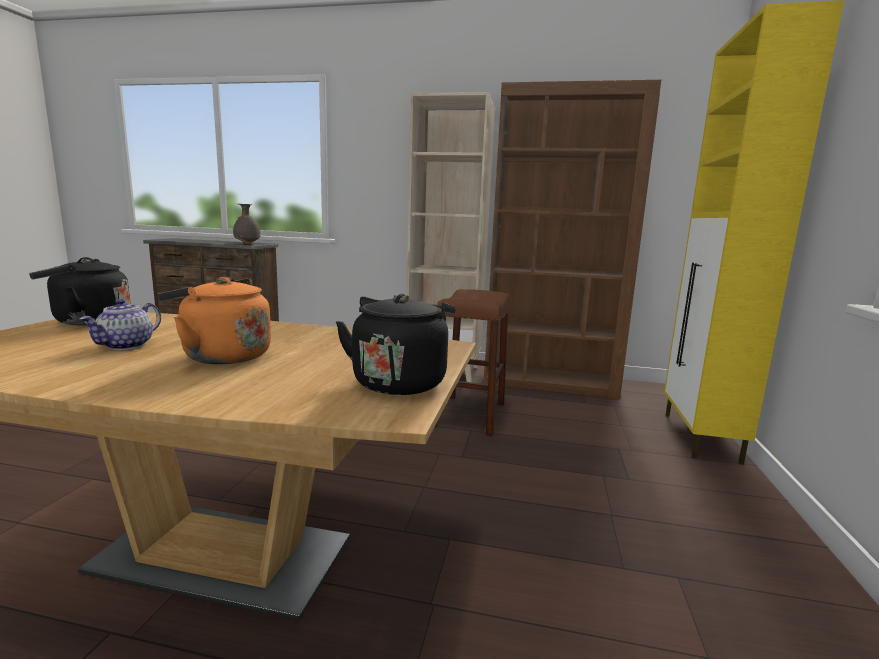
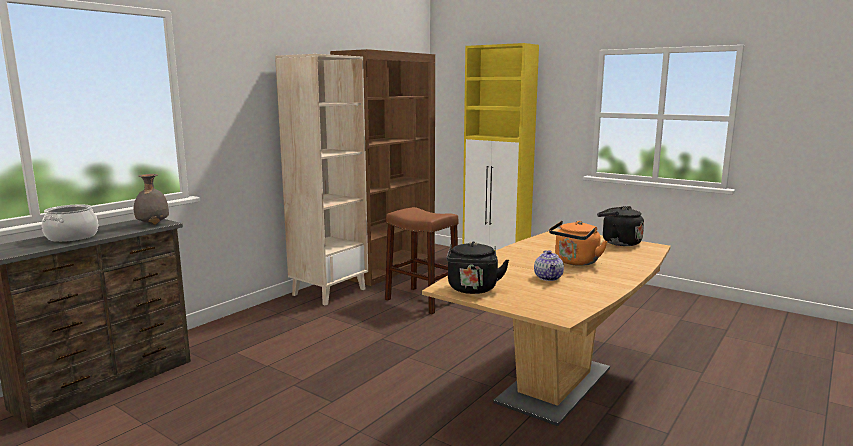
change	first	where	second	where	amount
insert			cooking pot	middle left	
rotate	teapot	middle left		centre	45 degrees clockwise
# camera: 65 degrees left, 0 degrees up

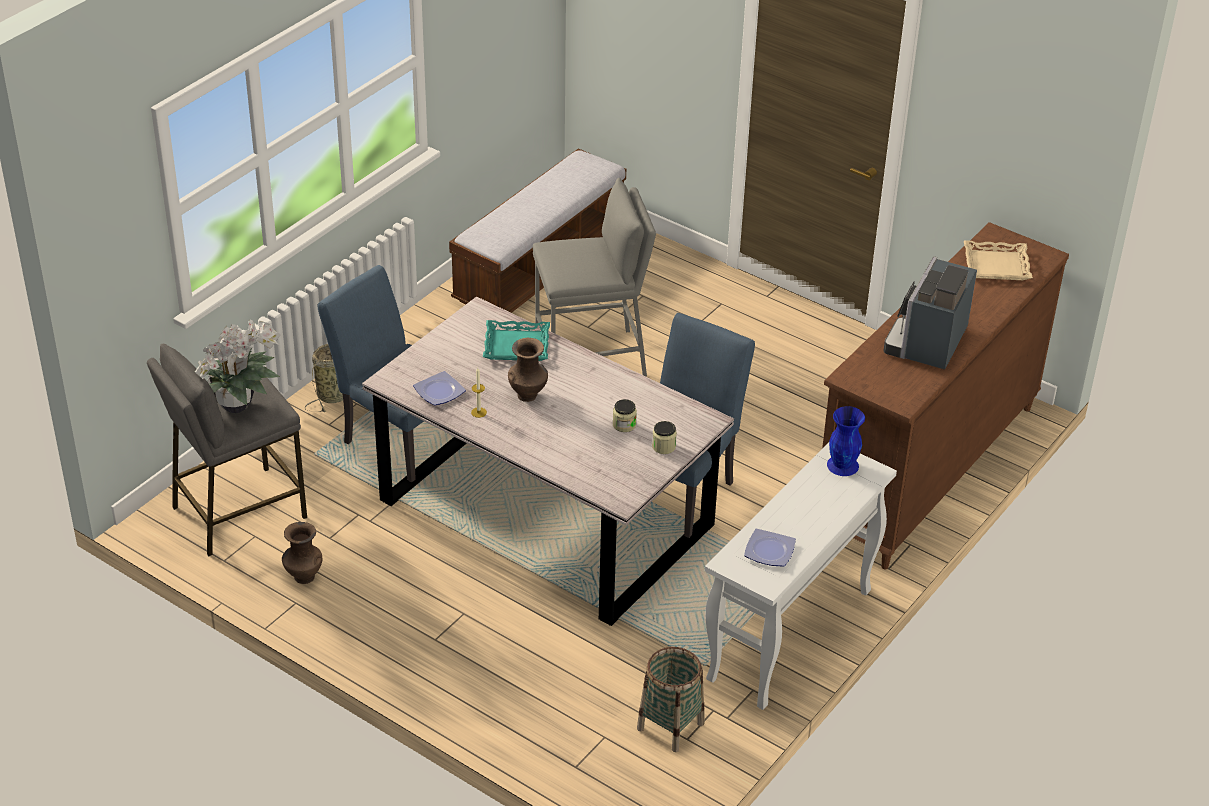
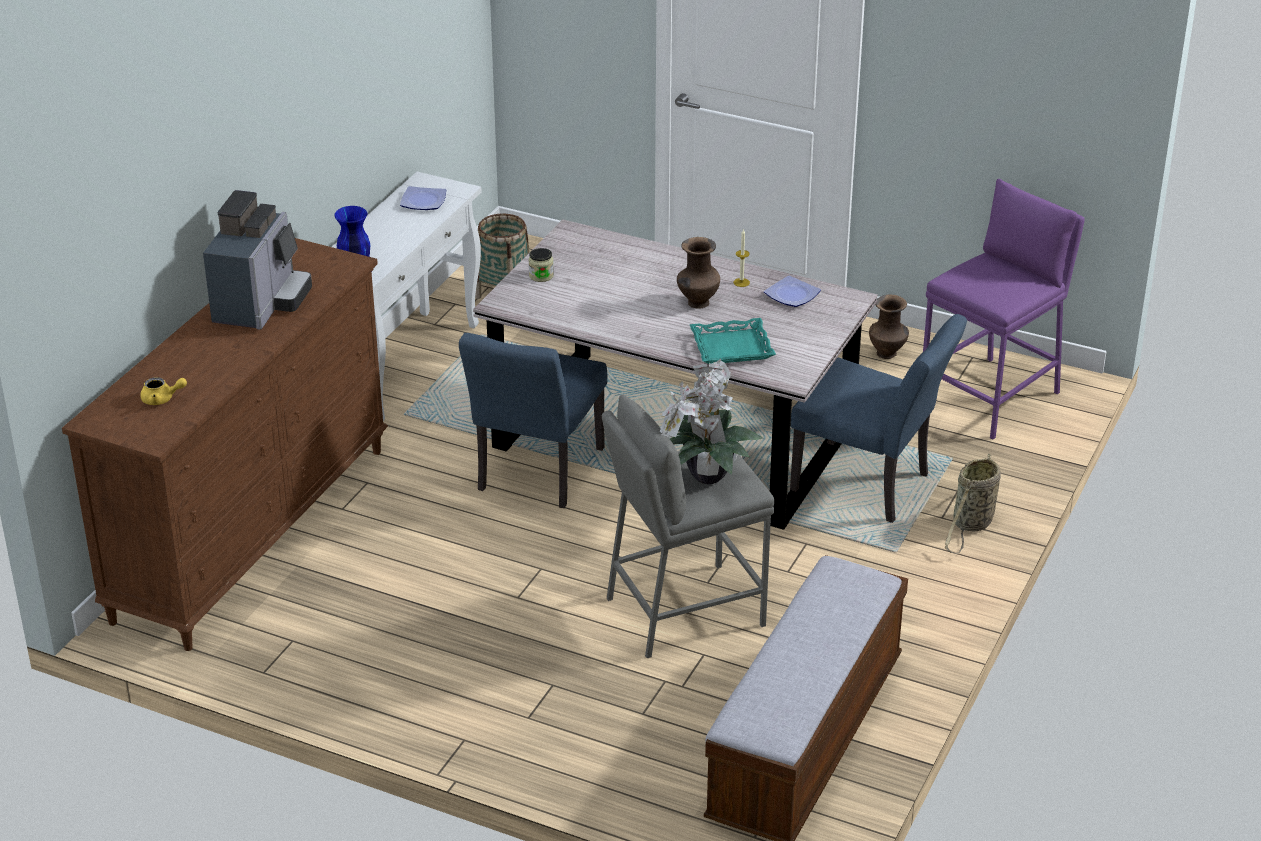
change	first	where	second	where	amount
delete	jar (1st from left)	centre			
move	potted plant	middle left		centre	
replace	beige tray	top right	yellow teapot	middle left	
recolor	grey stool (1st from left)	middle left	purple stool	middle right	
# camera: 170 degrees right, 5 degrees down

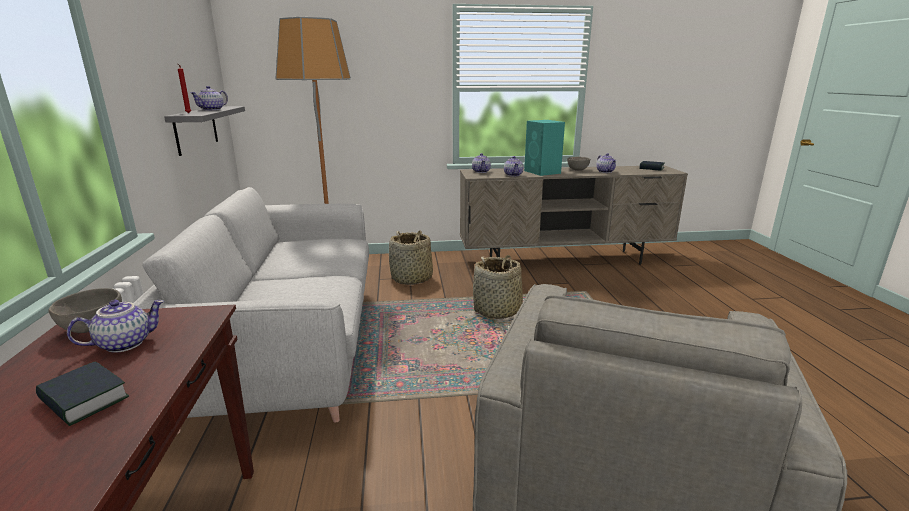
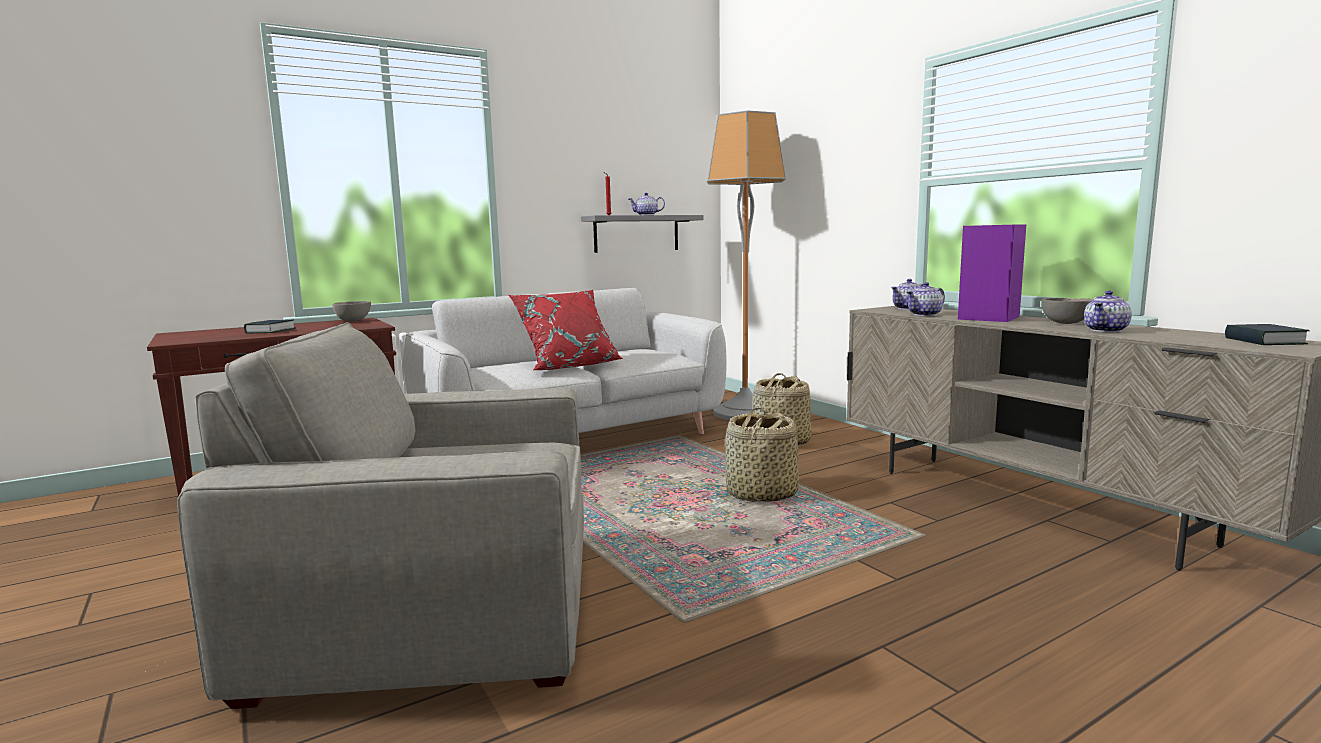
change	first	where	second	where	amount
delete	teapot (1st from left)	middle left			
insert			red pillow	centre	
recolor	turquoise speaker	top centre	purple speaker	middle right	
# camera: 65 degrees right, 10 degrees down

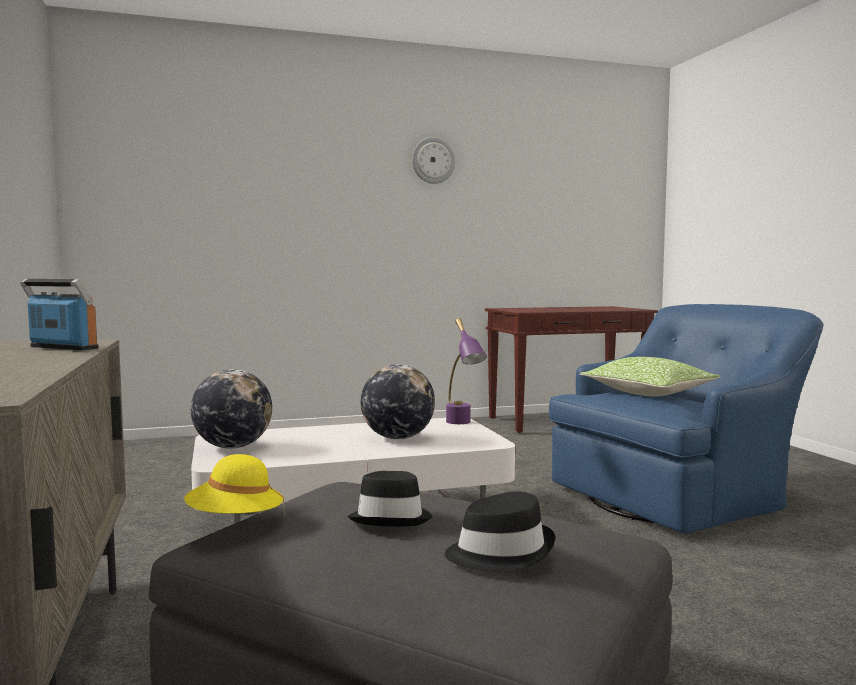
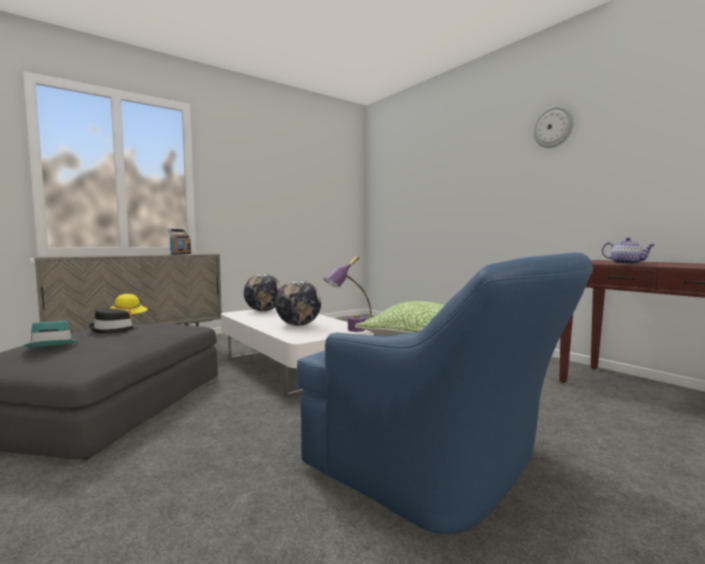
change	first	where	second	where	amount
insert			teapot	middle right	
recolor	black hat (2nd from left)	bottom centre	turquoise hat	middle left	
# camera: 70 degrees right, 0 degrees up

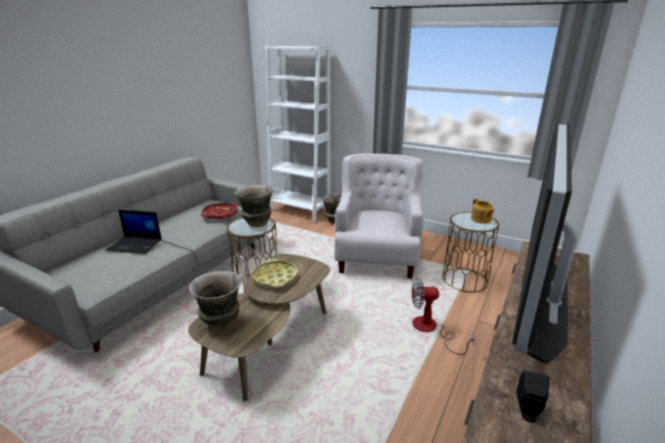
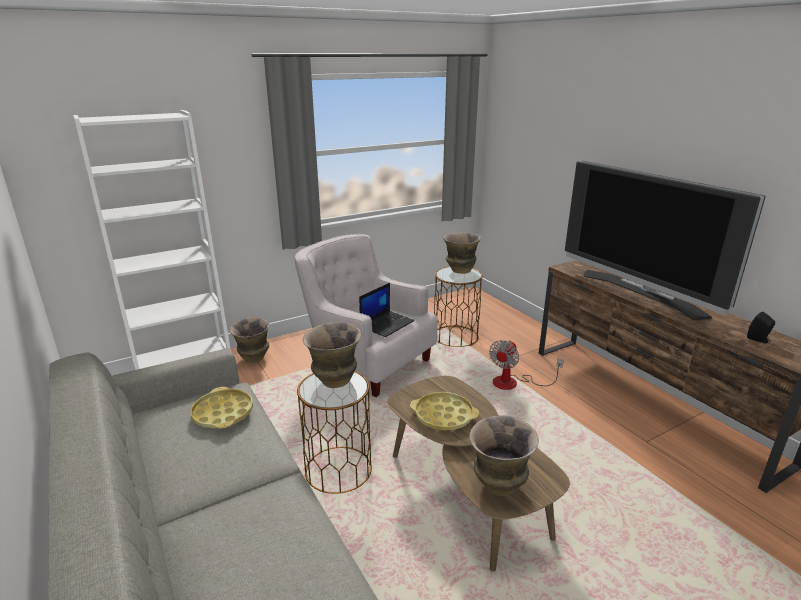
change	first	where	second	where	amount
move	laptop	middle left		centre	
replace	teapot	middle right	vase (3rd from left)	centre	
recolor	red tray	middle left	yellow tray (1st from left)	bottom left	
# camera: 60 degrees left, 0 degrees up

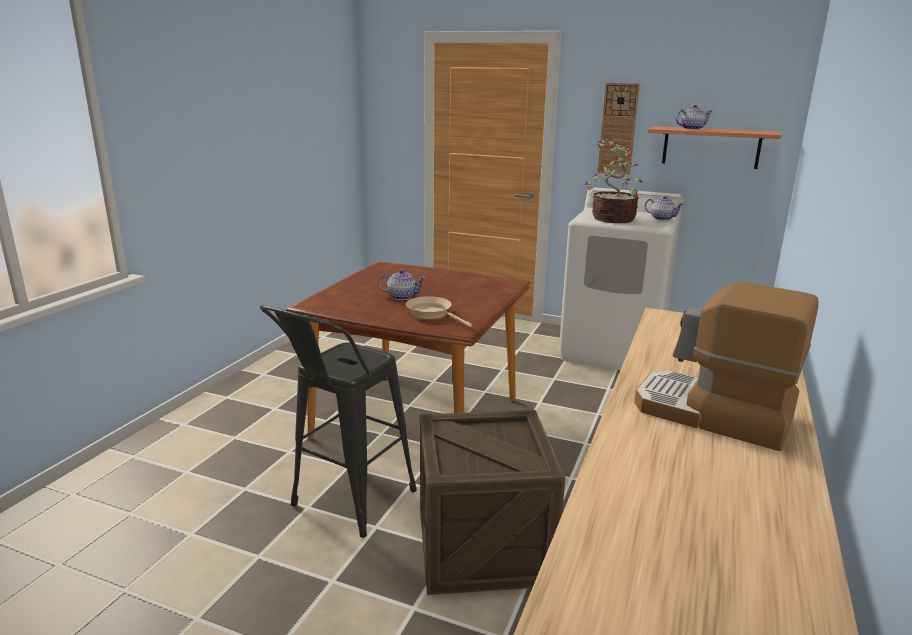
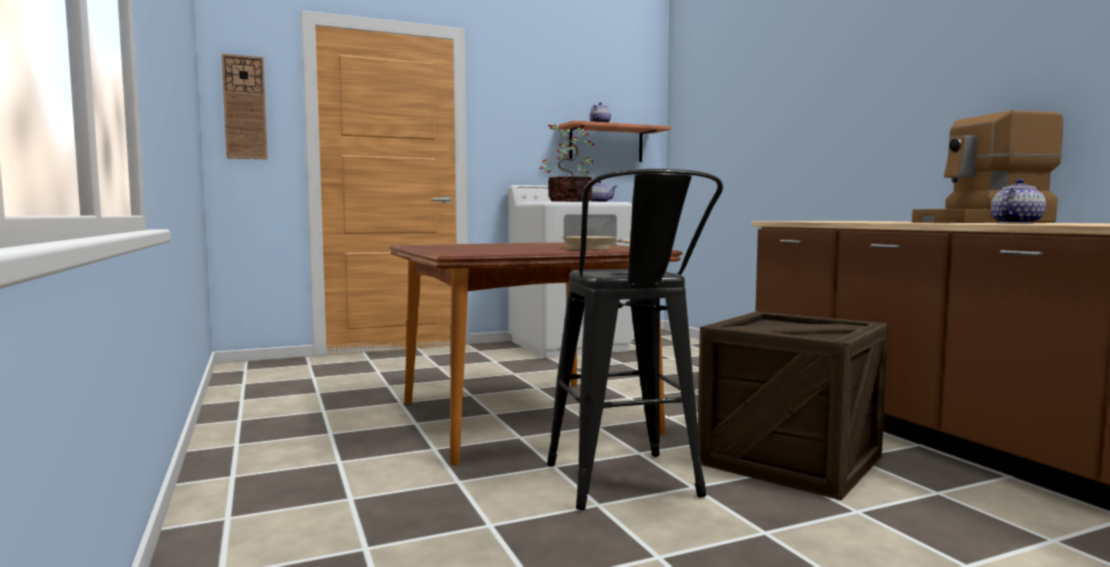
change	first	where	second	where	amount
move	teapot (1st from left in the first image)	centre	teapot (3rd from left)	middle right	
move	wall clock	top right		top left	
# camera: 45 degrees left, 15 degrees down

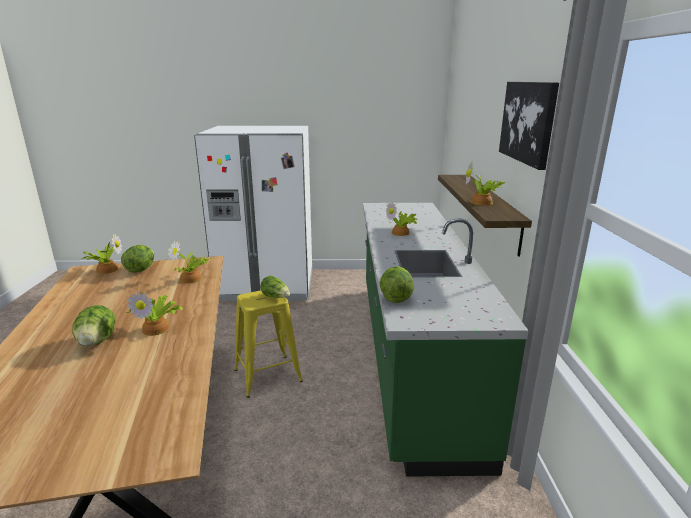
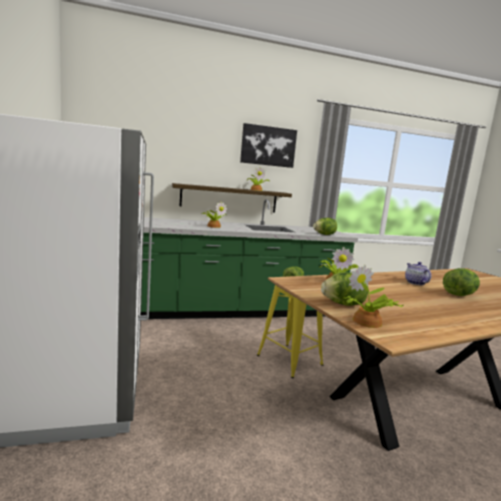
change	first	where	second	where	amount
replace	potted plant (2nd from left)	middle left	teapot	middle right	
# camera: 105 degrees left, 10 degrees down

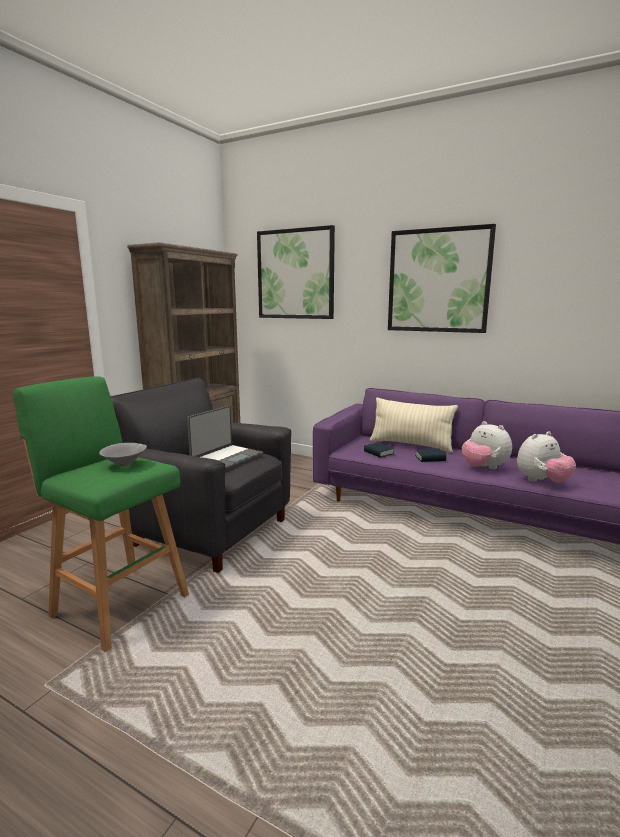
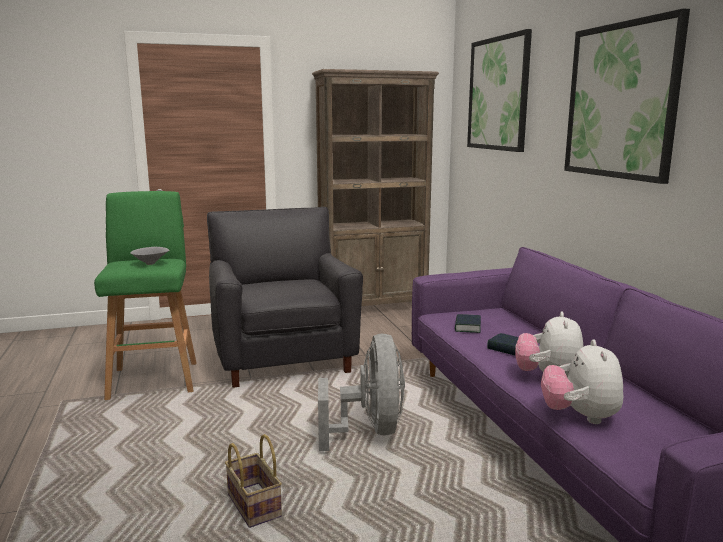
change	first	where	second	where	amount
delete	laptop	centre			
delete	beige pillow	middle right			
insert			basket	bottom centre	
insert			grey fan	bottom centre	
rotate	plush toy (2nd from left)	middle right		bottom right	75 degrees clockwise
# camera: 45 degrees right, 0 degrees up

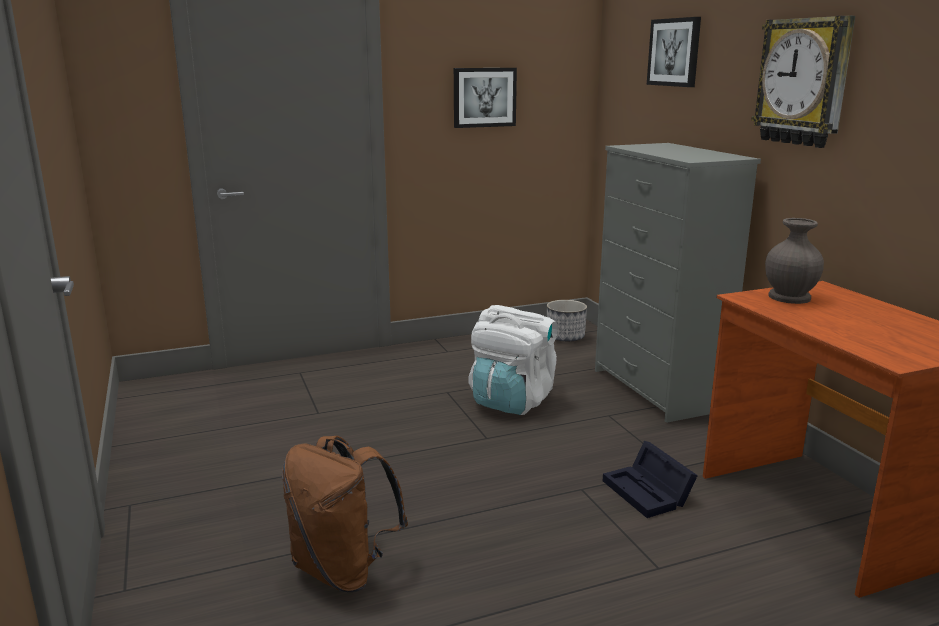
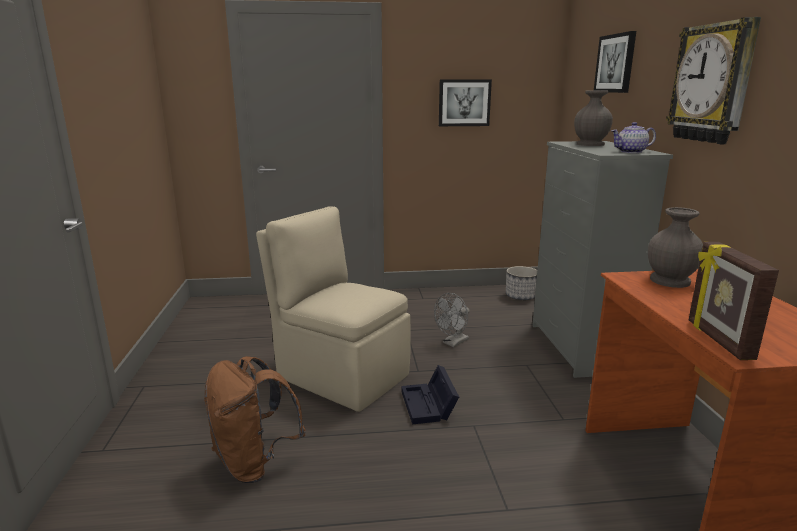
change	first	where	second	where	amount
insert			beige chair	centre	
insert			grey vase (1st from left)	top right	
insert			teapot	top right	
insert			picture frame	middle right	
move	black storage box	bottom right		bottom centre	
replace	white backpack	centre	grey fan	centre	
# camera: 15 degrees right, 0 degrees up

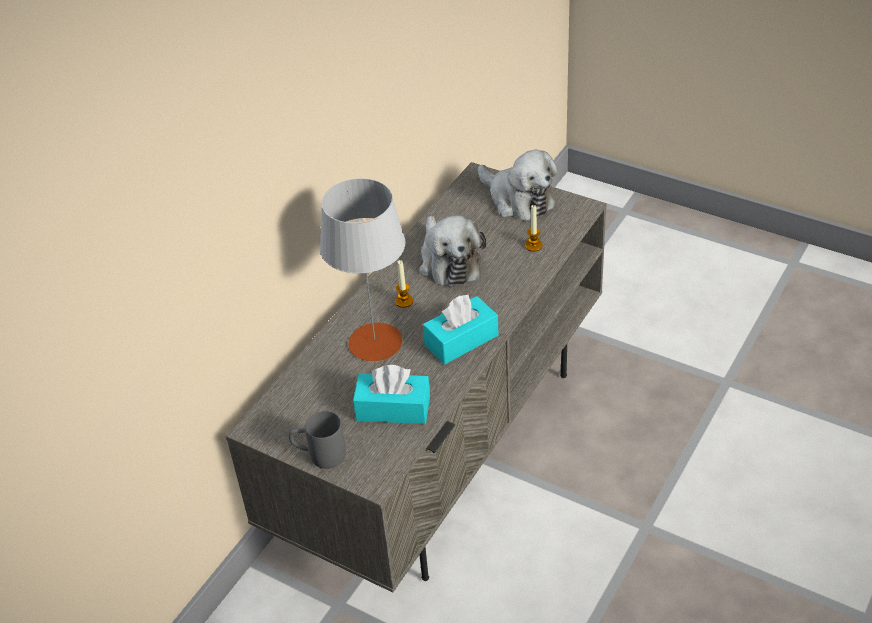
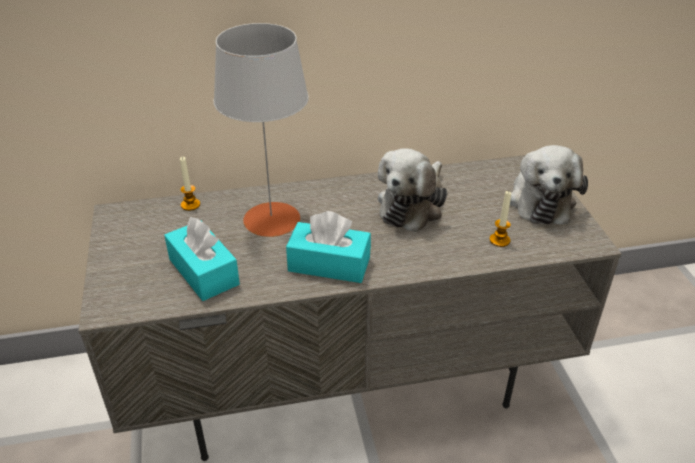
change	first	where	second	where	amount
delete	grey mug	bottom centre			
move	candle (1st from left)	centre		middle left	
# camera: 45 degrees right, 5 degrees down

